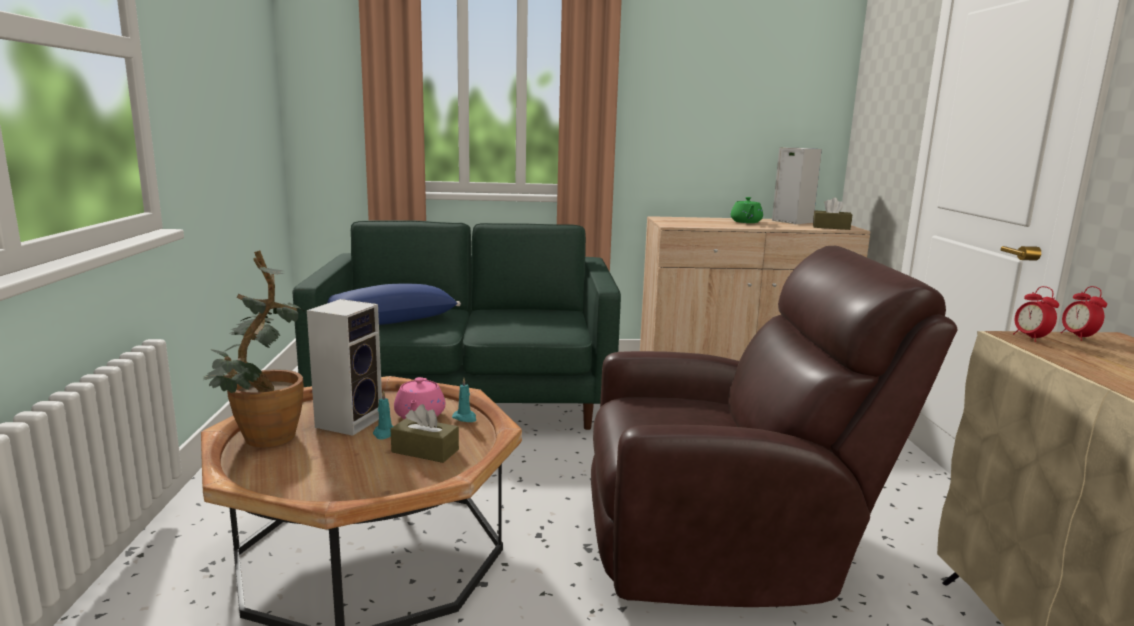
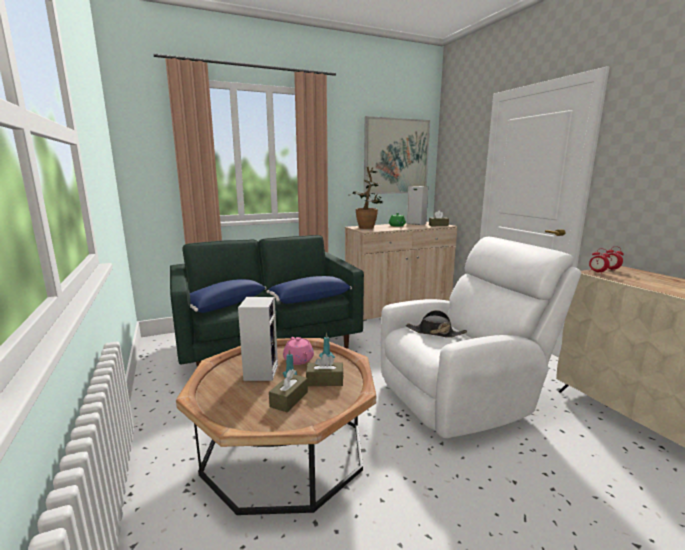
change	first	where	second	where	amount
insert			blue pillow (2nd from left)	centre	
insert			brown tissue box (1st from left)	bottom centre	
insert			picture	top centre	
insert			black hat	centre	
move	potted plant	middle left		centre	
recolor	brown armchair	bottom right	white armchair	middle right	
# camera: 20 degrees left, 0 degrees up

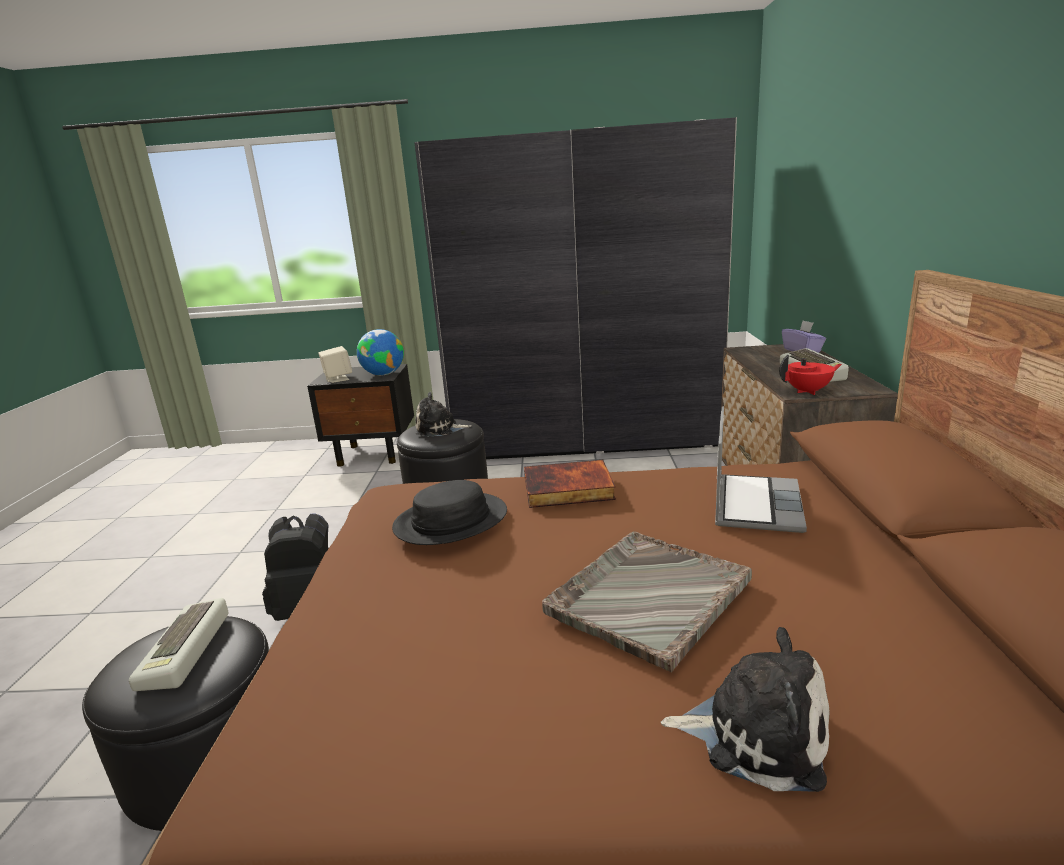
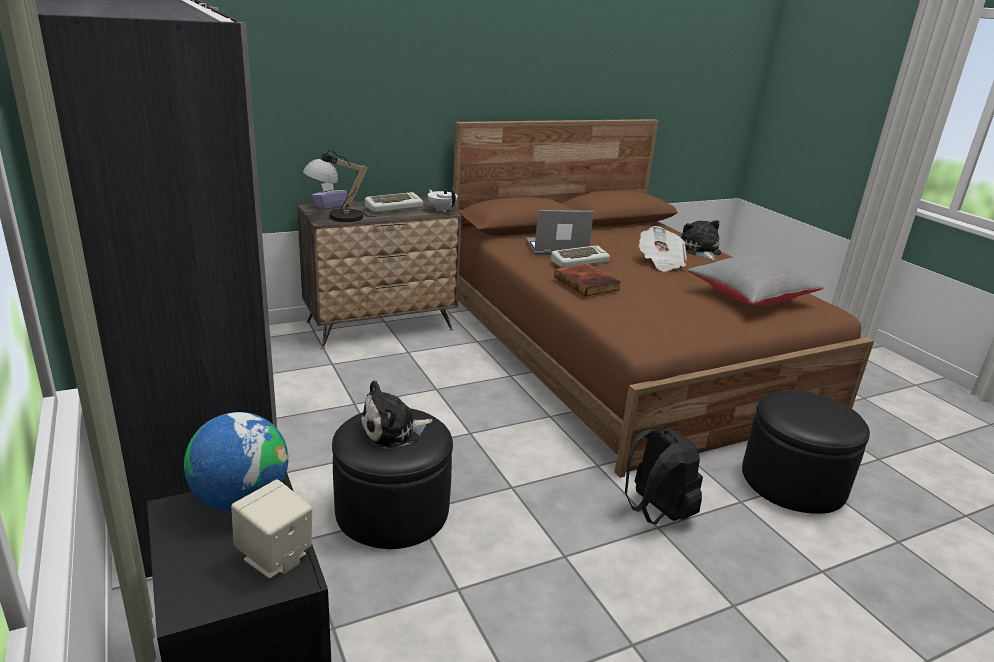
change	first	where	second	where	amount
delete	black hat	centre			
insert			table lamp	top centre	
insert			grey pillow	middle right	
move	keyboard (1st from left in the first image)	bottom left	keyboard (2nd from left)	centre	
replace	grey tray	bottom centre	newspaper	centre	
recolor	red teapot	middle right	white teapot	top centre	
rotate	plush toy (1st from left)	centre		centre	90 degrees clockwise
# camera: 120 degrees left, 5 degrees up

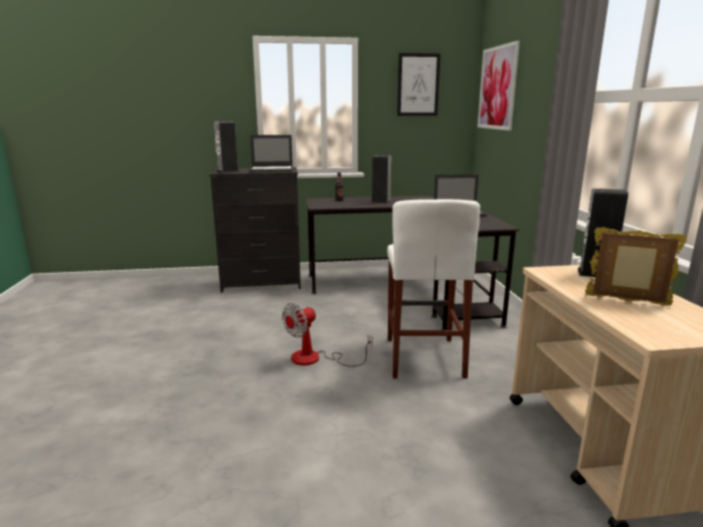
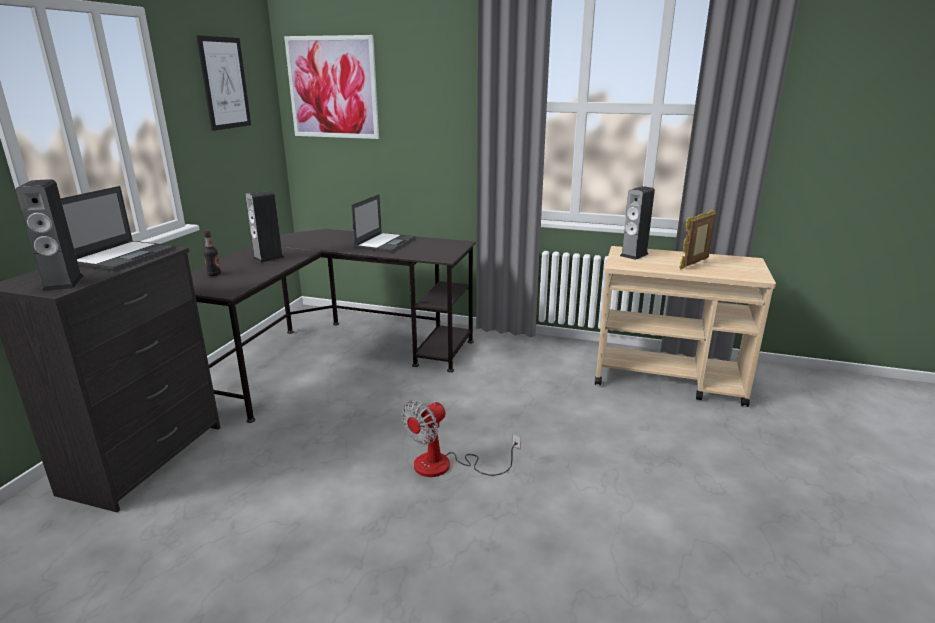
change	first	where	second	where	amount
delete	white stool	centre			
rotate	fan	centre		bottom centre	60 degrees clockwise
# camera: 65 degrees left, 5 degrees up

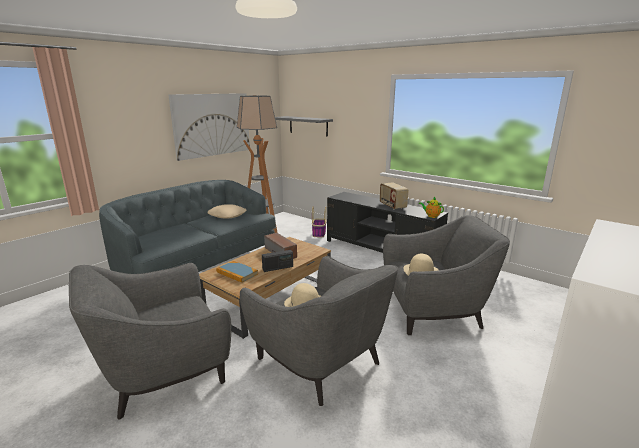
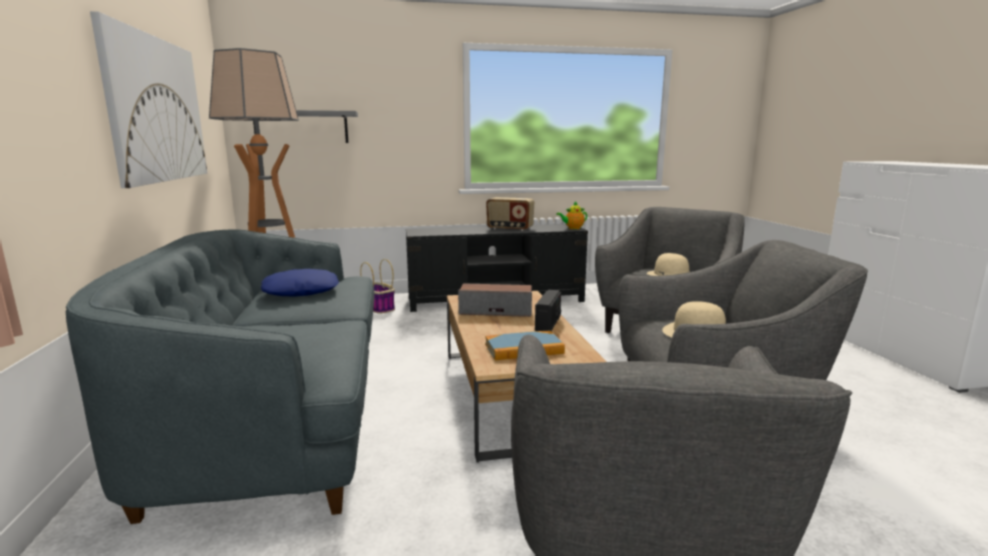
change	first	where	second	where	amount
recolor	beige pillow	centre	blue pillow	middle left	
# camera: 50 degrees left, 5 degrees down

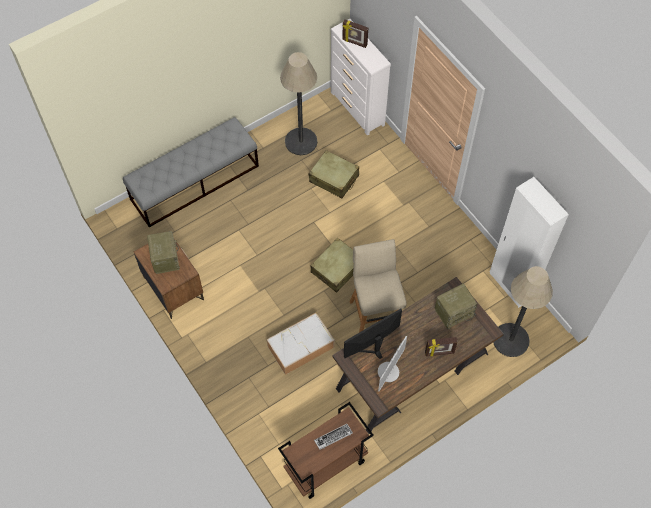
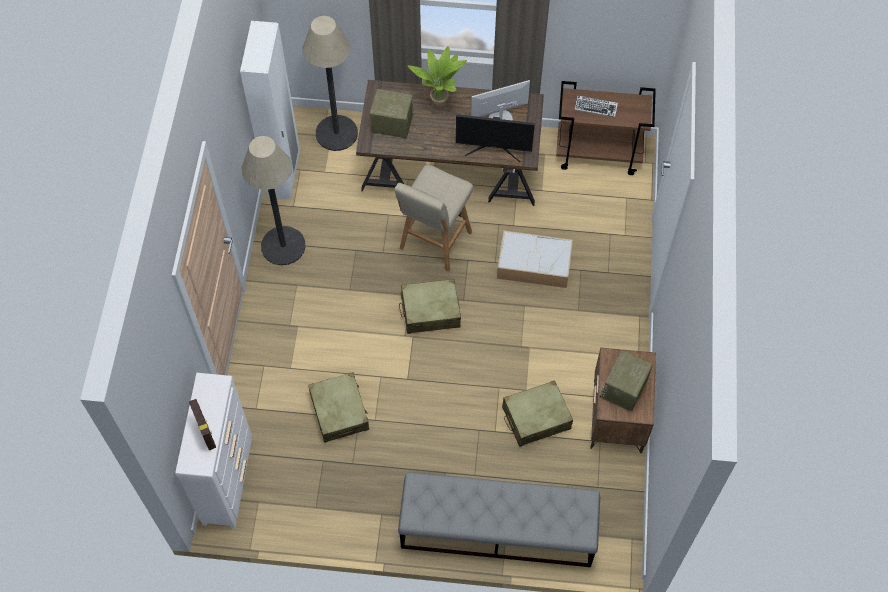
change	first	where	second	where	amount
insert			beige suitcase (3rd from left)	bottom centre	
move	floor lamp (1st from left)	top centre		middle left	
replace	picture frame (2nd from left)	bottom right	potted plant	top centre	
# camera: 140 degrees left, 0 degrees up

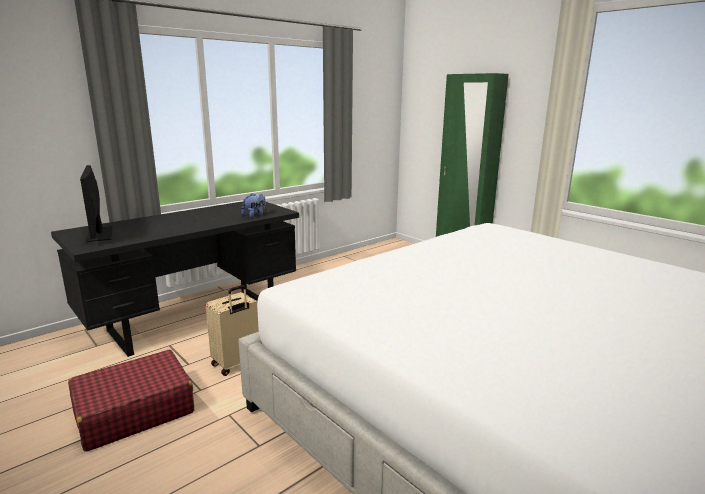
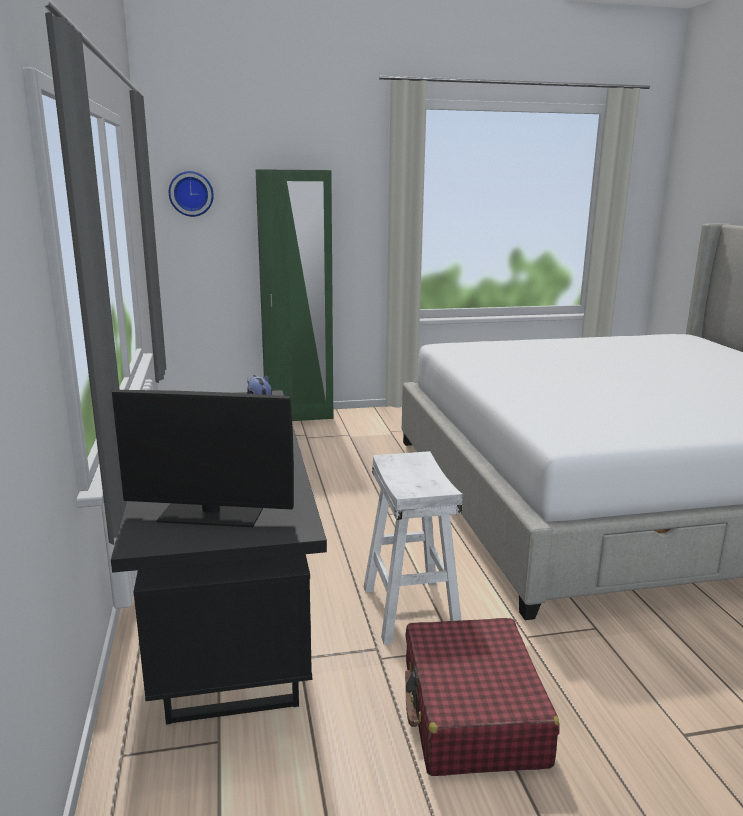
change	first	where	second	where	amount
insert			wall clock	top left	
replace	beige suitcase	bottom left	white stool	bottom centre	
# camera: 60 degrees left, 0 degrees up

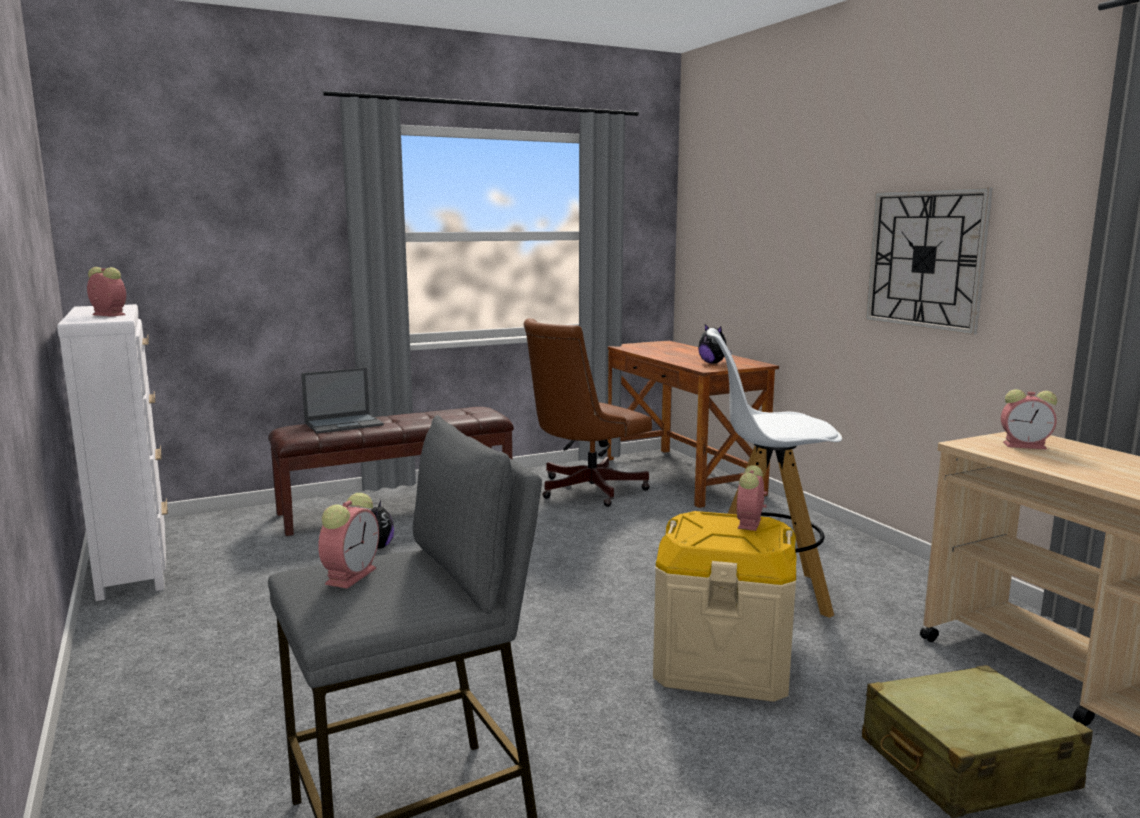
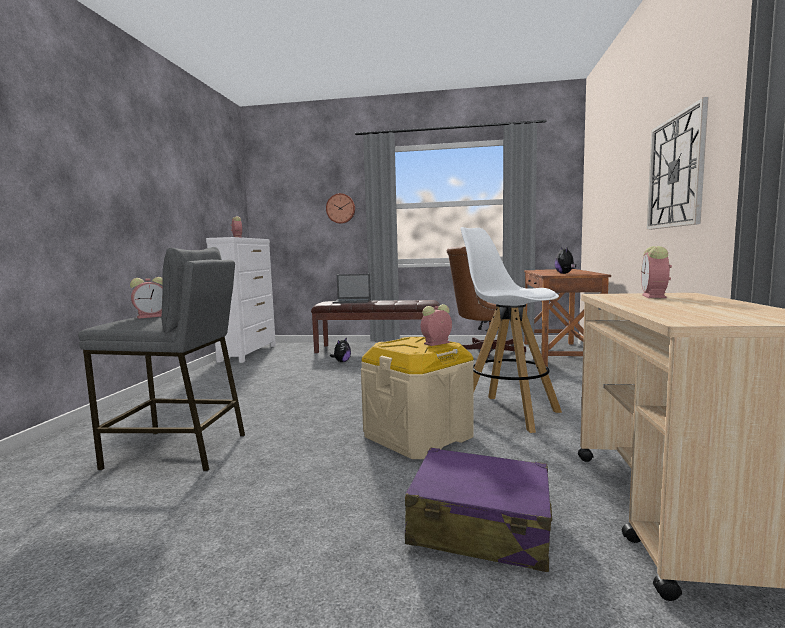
change	first	where	second	where	amount
insert			wall clock (1st from left)	top centre	
recolor	beige suitcase	bottom right	purple suitcase	bottom centre	
rotate	alarm clock (4th from left)	middle right		middle right	60 degrees clockwise
# camera: 35 degrees right, 5 degrees down

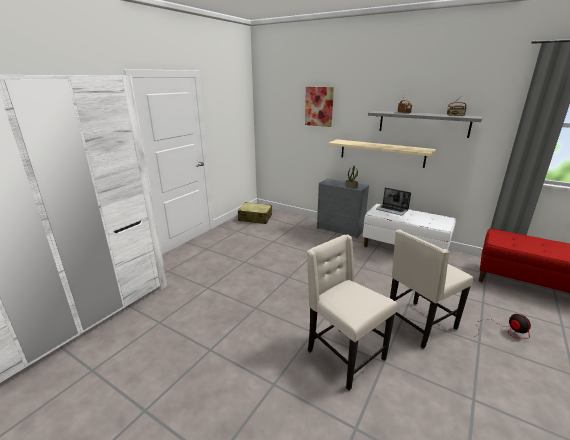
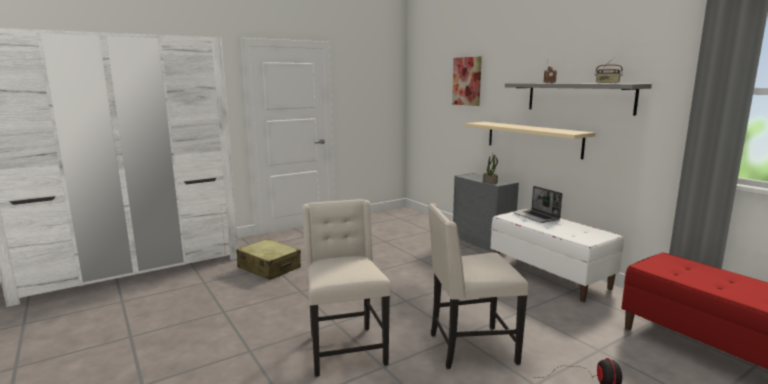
change	first	where	second	where	amount
move	beige suitcase	centre		bottom centre	
# camera: 25 degrees right, 10 degrees down

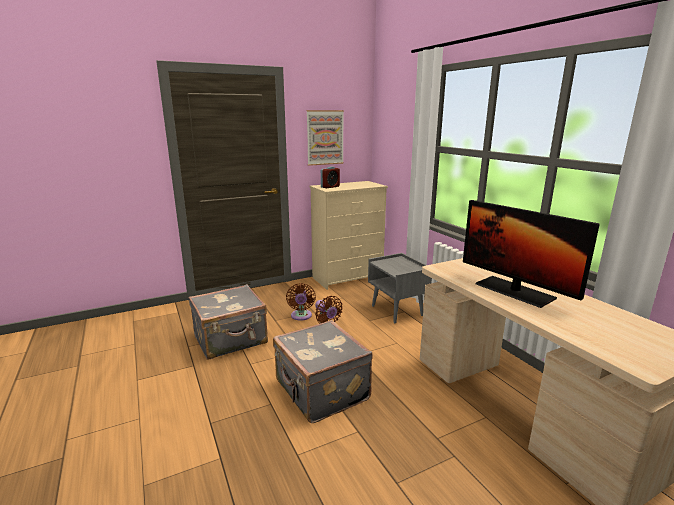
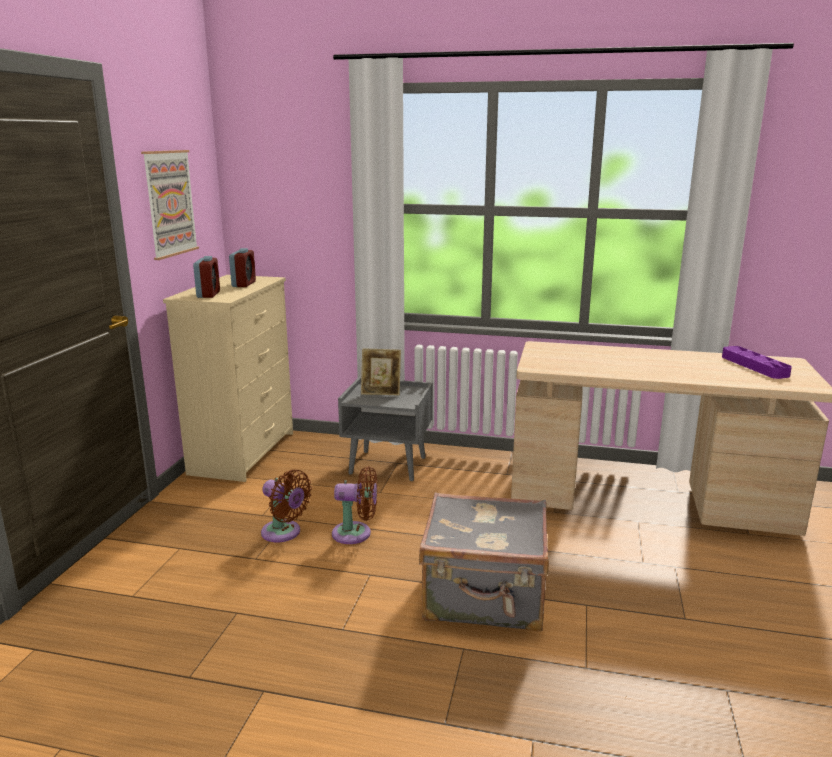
change	first	where	second	where	amount
delete	grey suitcase (1st from left)	centre			
delete	monitor	middle right			
insert			alarm clock (2nd from left)	middle left	
insert			picture frame	centre	
insert			purple tray	middle right	
# camera: 50 degrees left, 0 degrees up

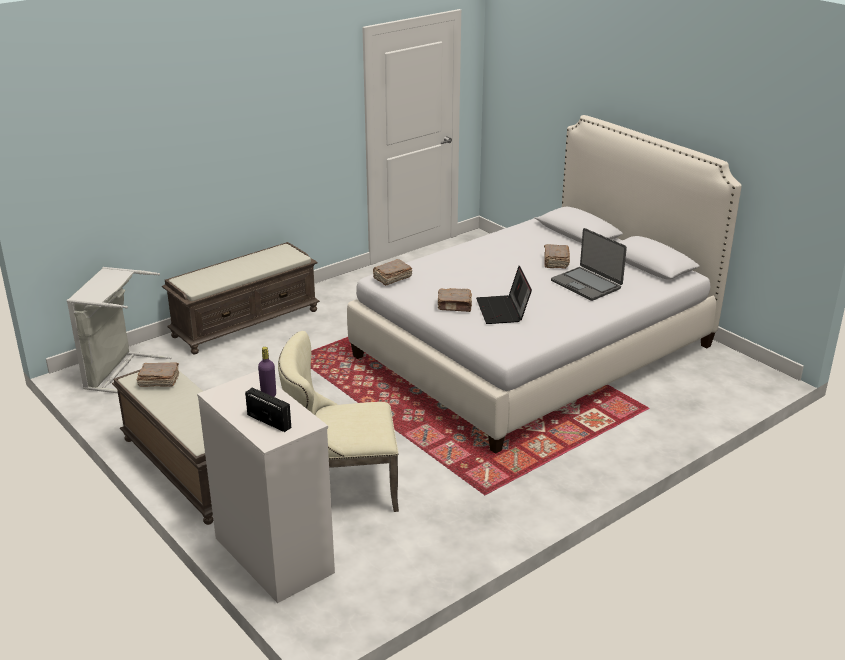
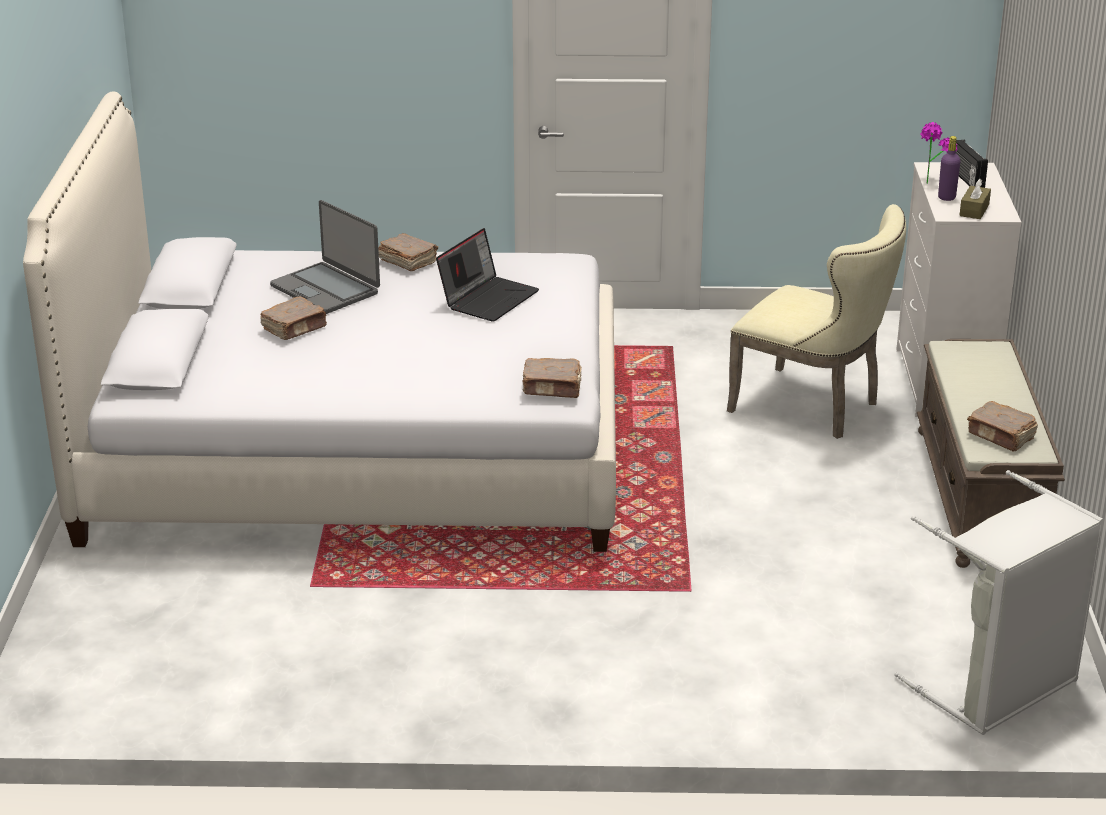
change	first	where	second	where	amount
delete	brown bench (2nd from left)	middle left			
insert			potted plant	top right	
insert			brown tissue box	top right	
move	brown book (3rd from left in the first image)	centre	brown book (2nd from left)	top centre	
rotate	laptop (2nd from left in the first image)	middle right	laptop (1st from left)	top left	135 degrees clockwise
# camera: 140 degrees left, 0 degrees up

